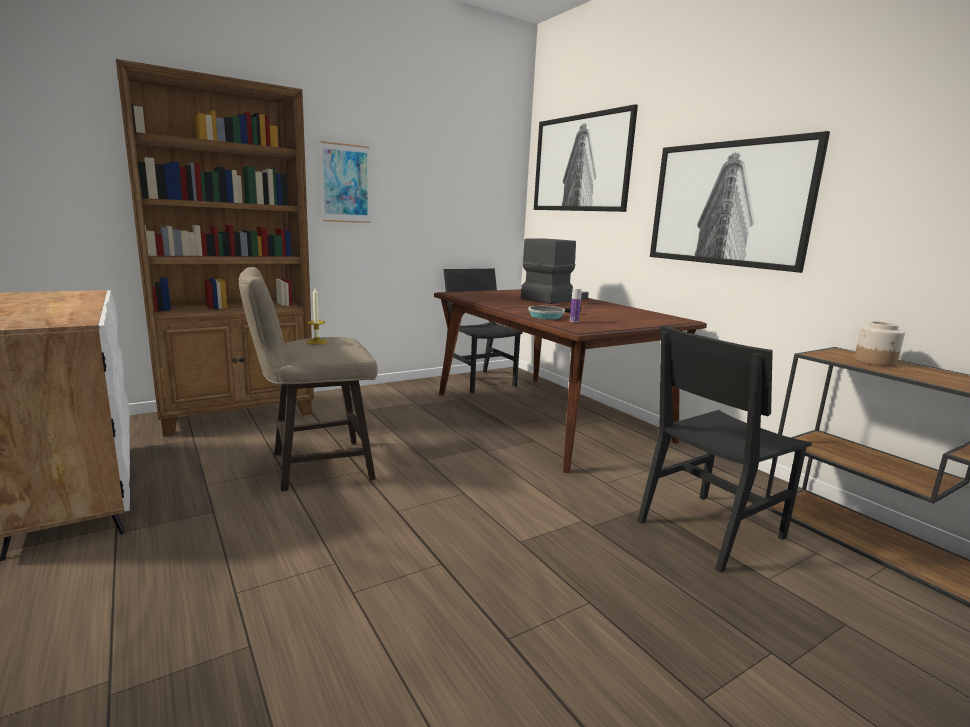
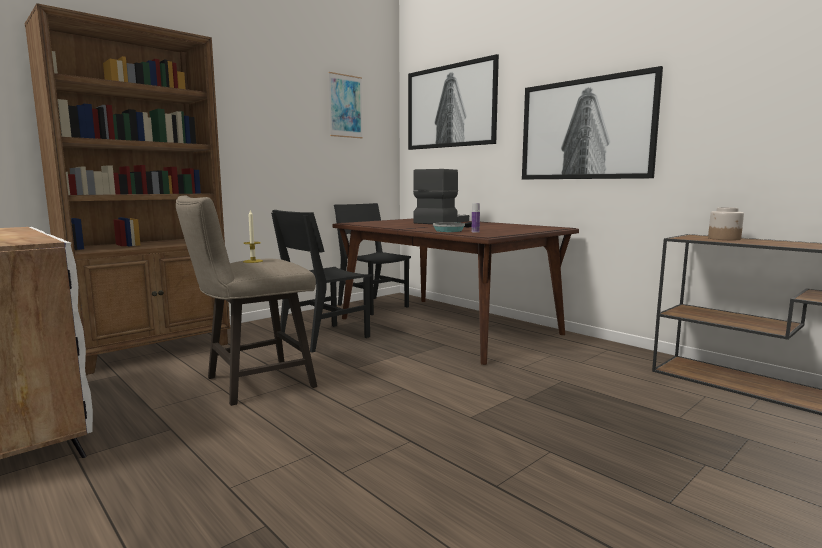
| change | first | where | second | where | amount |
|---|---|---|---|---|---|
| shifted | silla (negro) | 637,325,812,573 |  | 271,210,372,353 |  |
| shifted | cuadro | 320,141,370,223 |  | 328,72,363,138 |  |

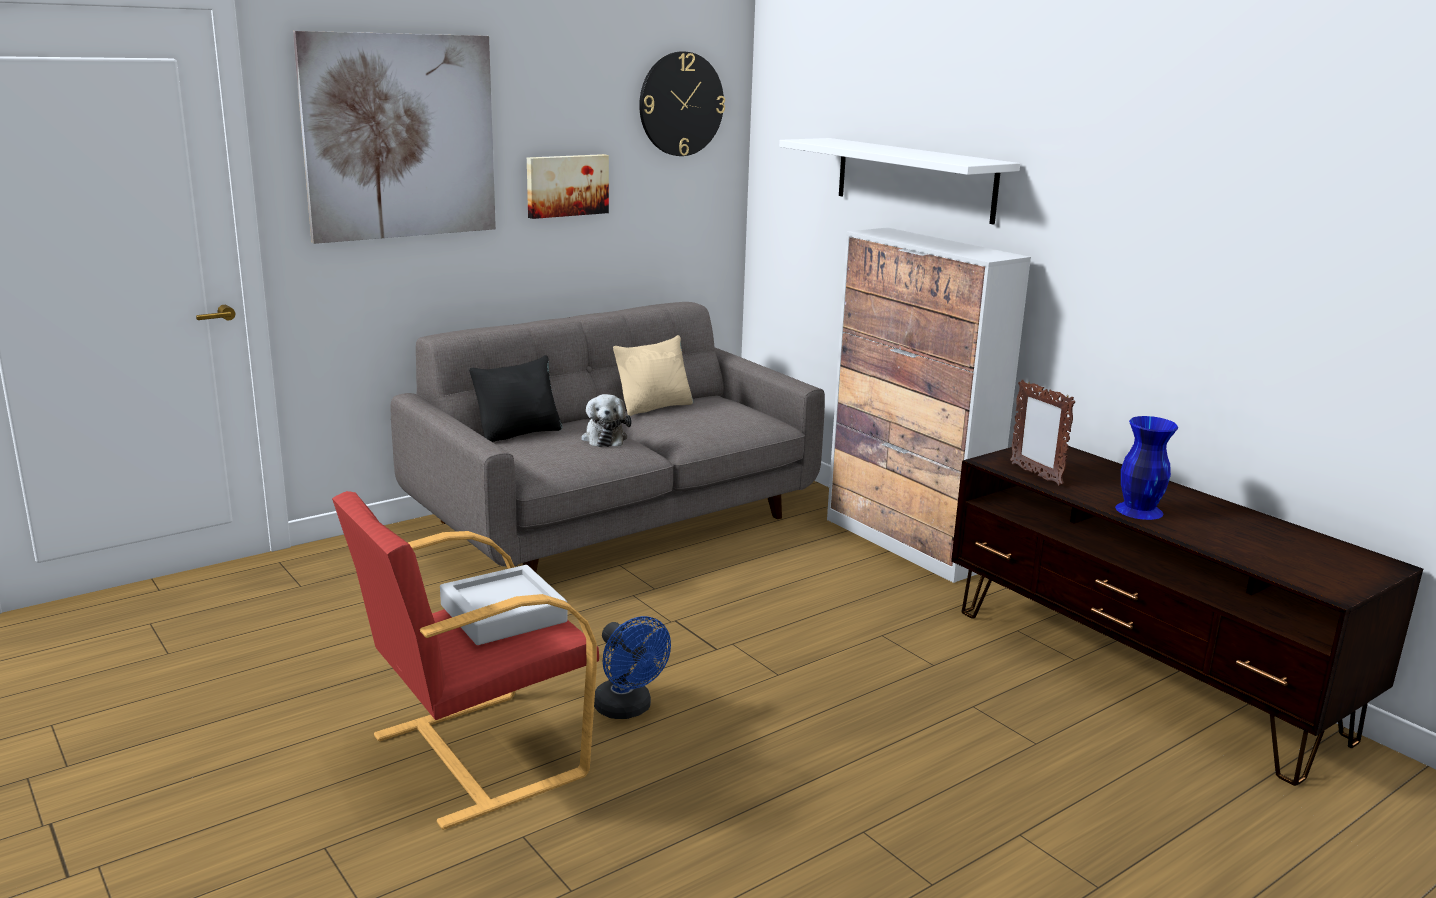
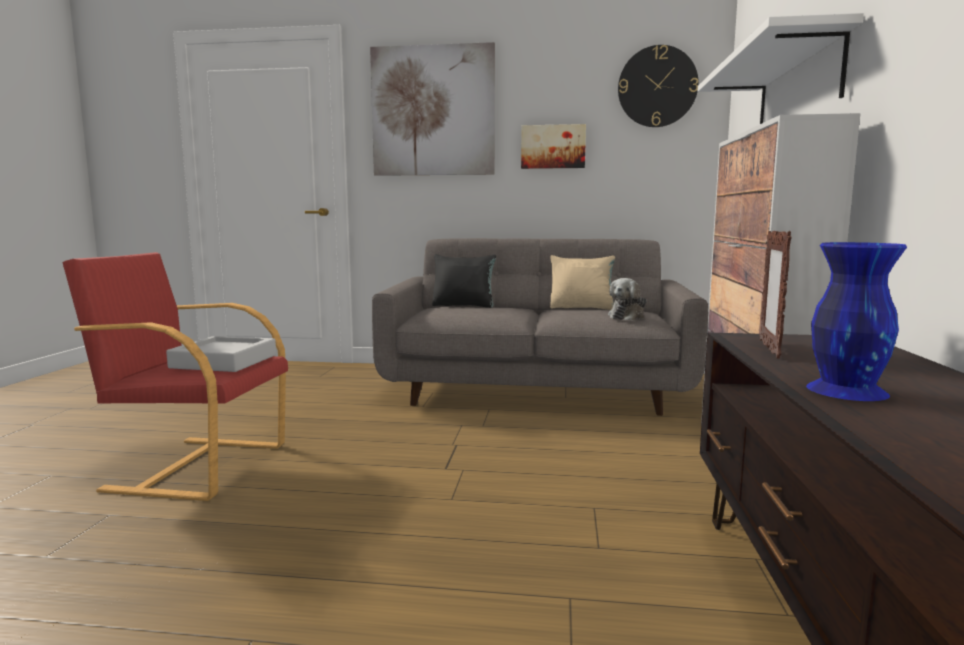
| change | first | where | second | where | amount |
|---|---|---|---|---|---|
| shifted | peluche | 581,394,632,447 |  | 608,278,647,321 |  |
| gone | ventilador (azul) | 594,616,671,719 |  |  |  |

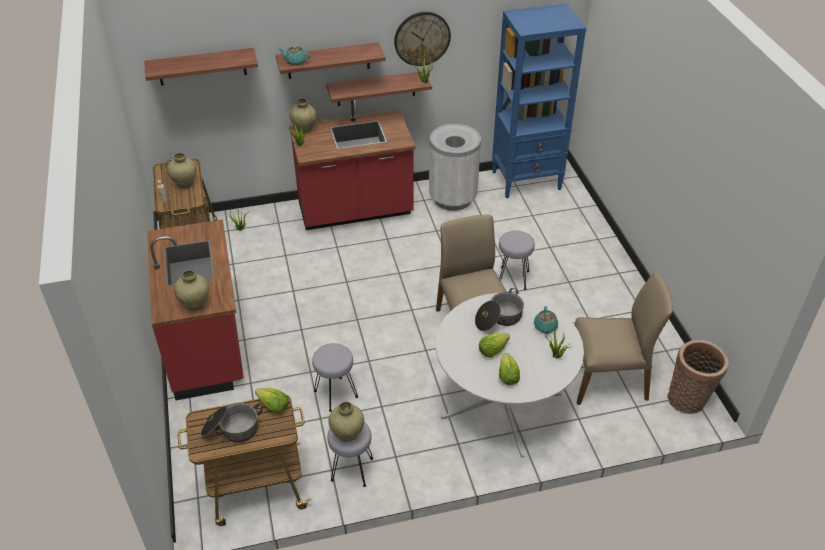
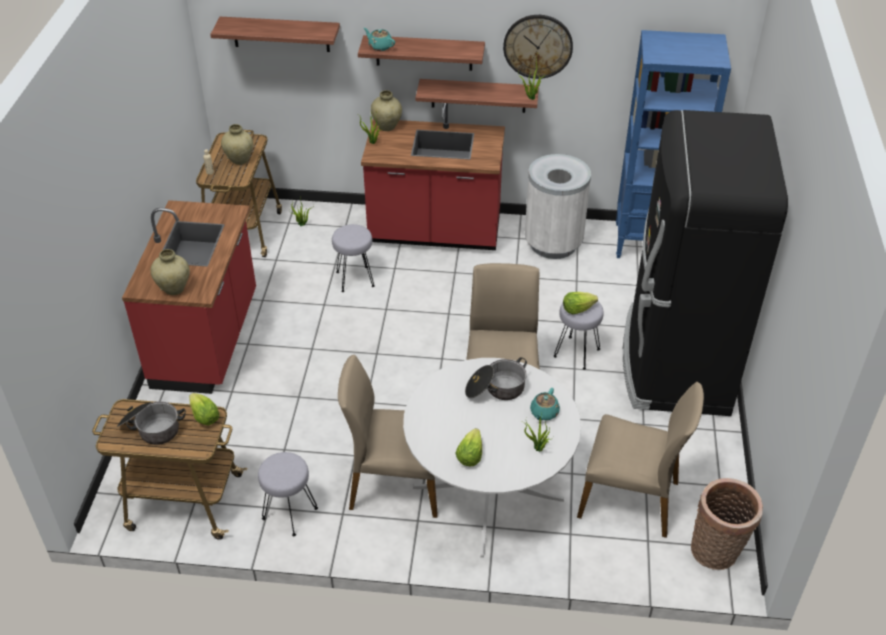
| change | first | where | second | where | amount |
|---|---|---|---|---|---|
| shifted | taburete (gris) | 312,343,358,412 |  | 332,224,374,292 |  |
| new |  |  | silla (beis) | 338,355,438,518 |  |
| shifted | lechuga | 479,333,510,357 |  | 563,292,598,314 |  |
| new |  |  | nevera (negro) | 623,110,788,416 |  |
| gone | florero (beis) | 328,402,364,442 |  |  |  |

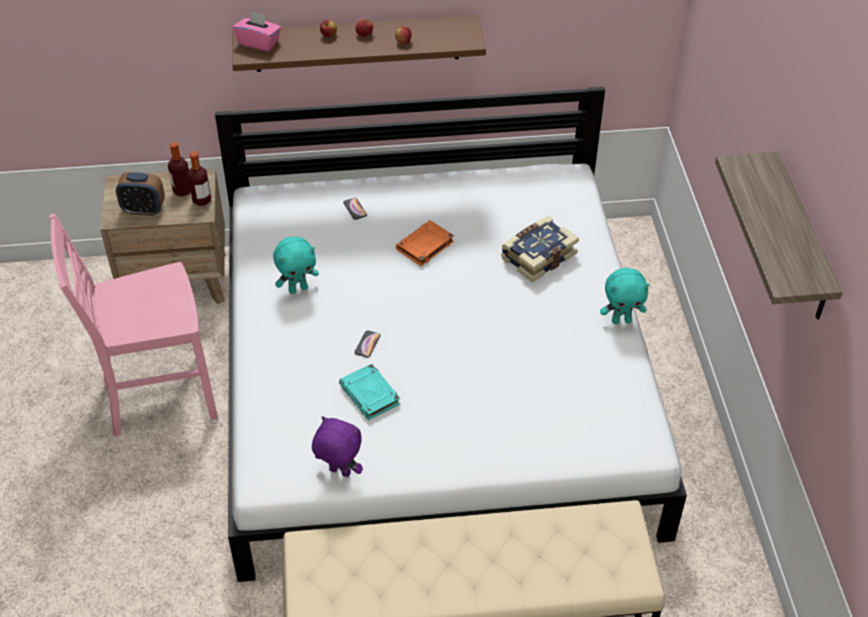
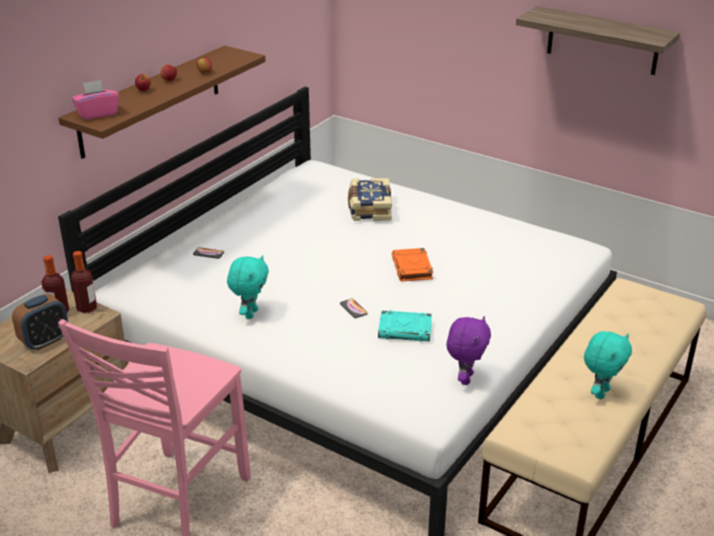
| change | first | where | second | where | amount |
|---|---|---|---|---|---|
| shifted | libro (naranja) | 396,220,454,266 |  | 392,248,433,282 |  |
| rotated | peluche (morado) | 312,416,363,477 |  | 447,316,491,385 | 135 degrees clockwise |
| shifted | peluche (turquesa) | 600,268,650,324 |  | 584,331,632,399 |  |

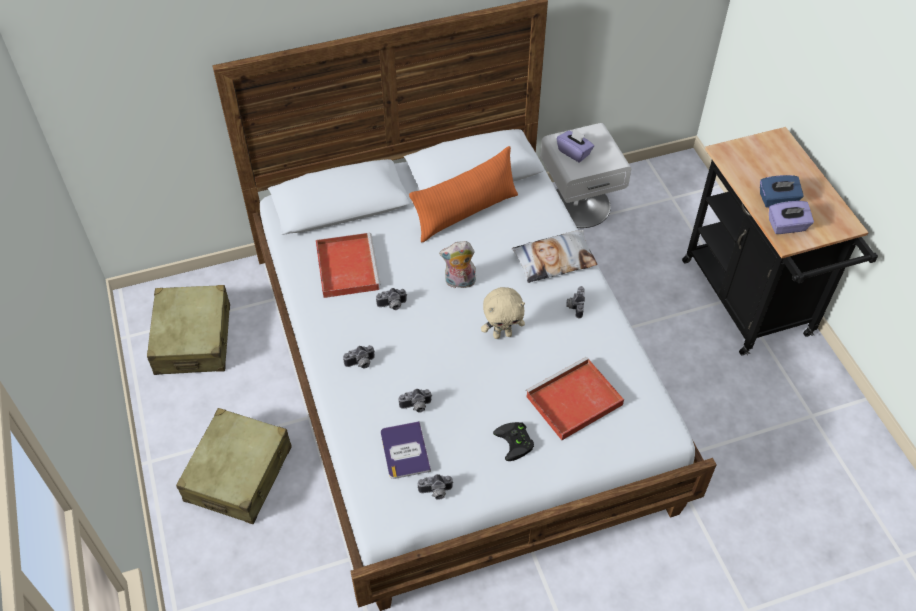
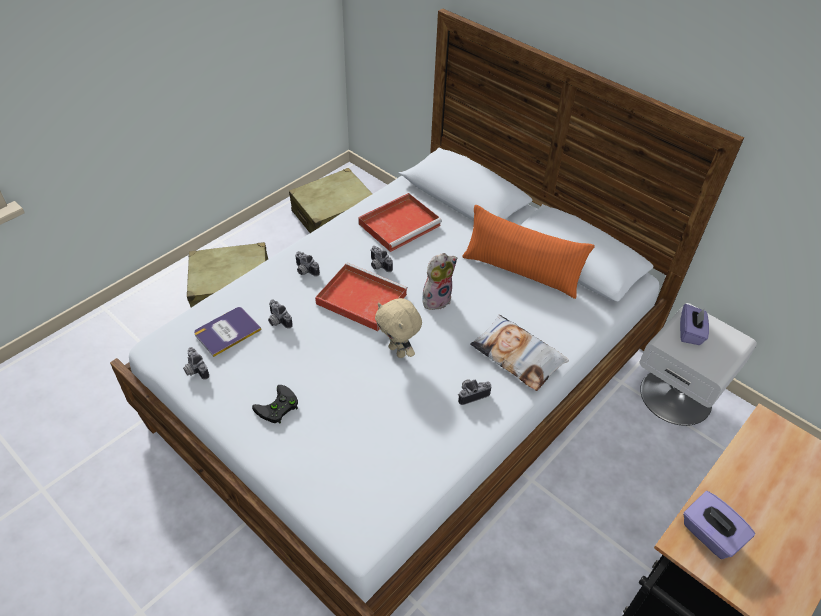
| change | first | where | second | where | amount |
|---|---|---|---|---|---|
| shifted | bandeja (rojo) | 526,357,624,440 |  | 315,262,408,331 |  |
| rotated | peluche | 439,241,477,288 |  | 422,253,457,310 | 90 degrees clockwise |
| gone | caja de pañuelos (azul) | 760,175,804,207 |  |  |  |

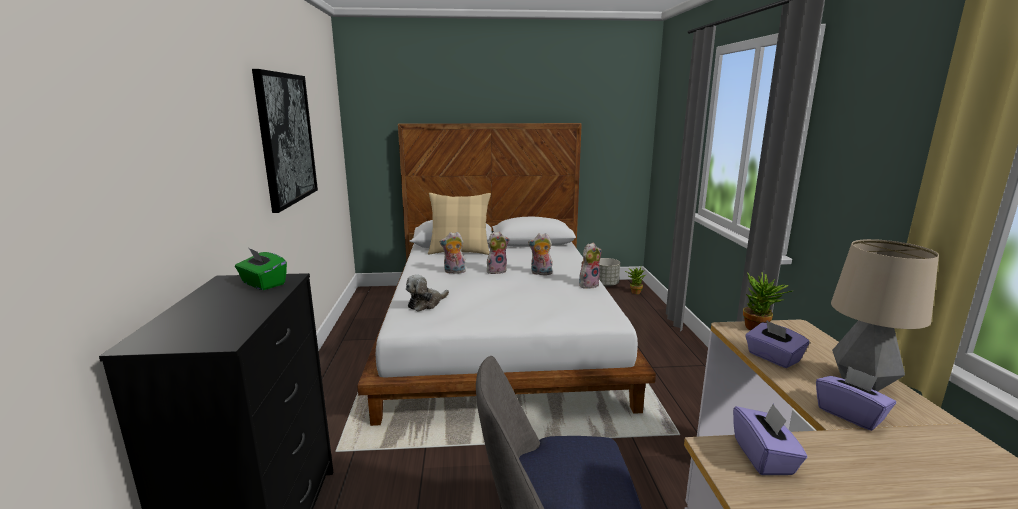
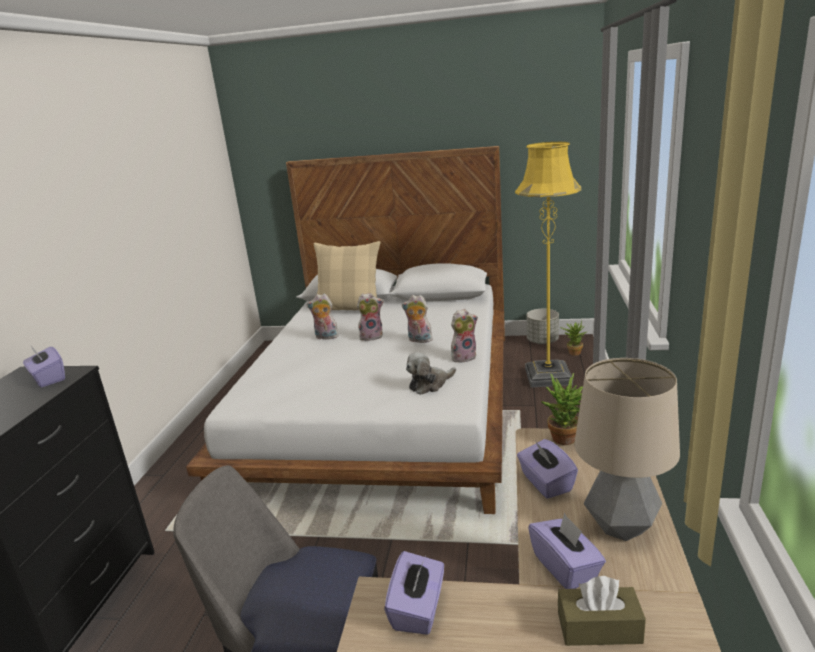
| change | first | where | second | where | amount |
|---|---|---|---|---|---|
| repainted | caja de pañuelos (verde) | 235,248,287,290 | caja de pañuelos (morado) | 23,346,65,387 |  |
| shifted | peluche | 406,274,449,312 |  | 406,352,456,395 |  |
| new |  |  | lámpara de pie (amarillo) | 515,142,582,387 |  |
| new |  |  | caja de pañuelos (marrón) | 558,576,646,646 |  |
| gone | cuadro | 252,69,318,213 |  |  |  |

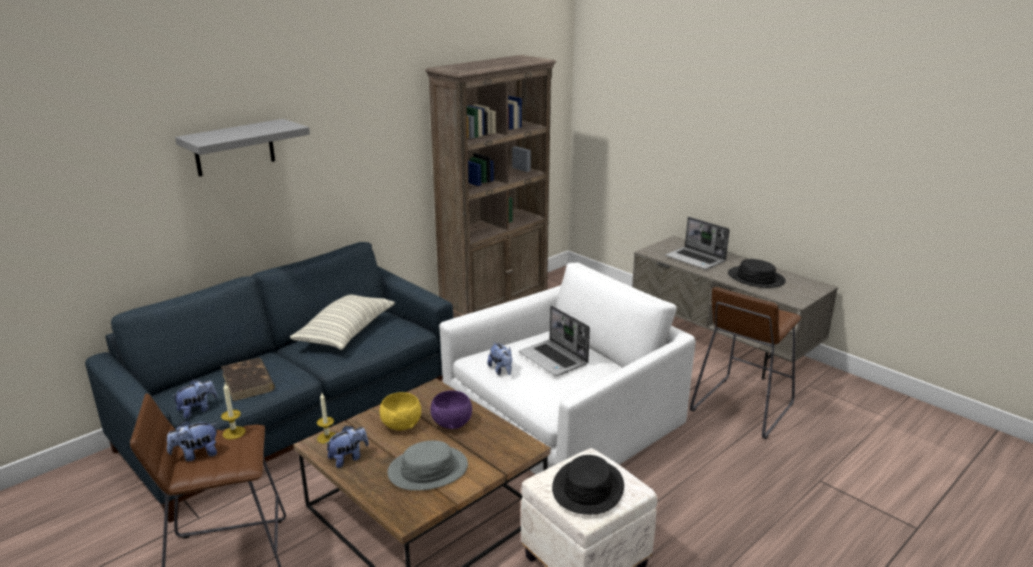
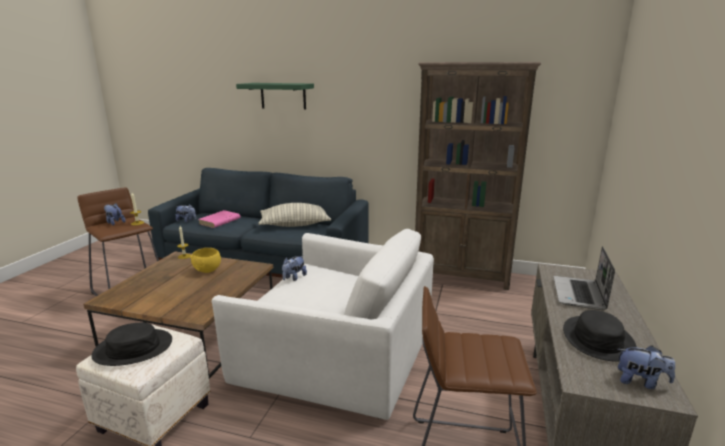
| change | first | where | second | where | amount |
|---|---|---|---|---|---|
| repainted | libro (marrón) | 221,358,275,401 | libro (rosa) | 199,210,240,228 |  |
| repainted | estante (gris) | 175,119,310,177 | estante (verde) | 236,83,314,110 |  |
| shifted | peluche | 325,426,369,468 |  | 618,345,675,389 |  |
| gone | sombrero (gris) | 387,440,468,491 |  |  |  |
| gone | cuenco (morado) | 430,391,472,429 |  |  |  |
| gone | portátil | 519,305,590,376 |  |  |  |

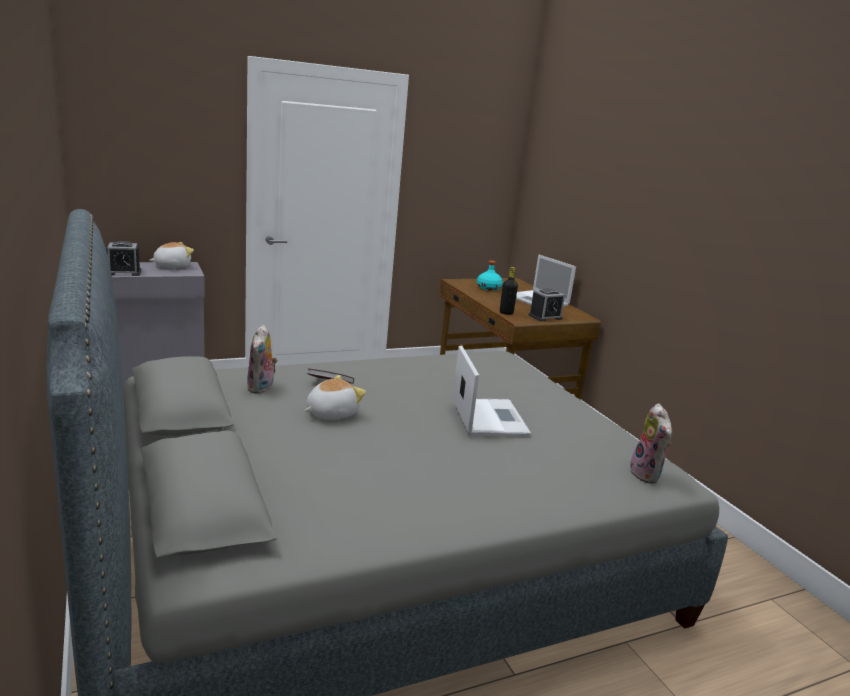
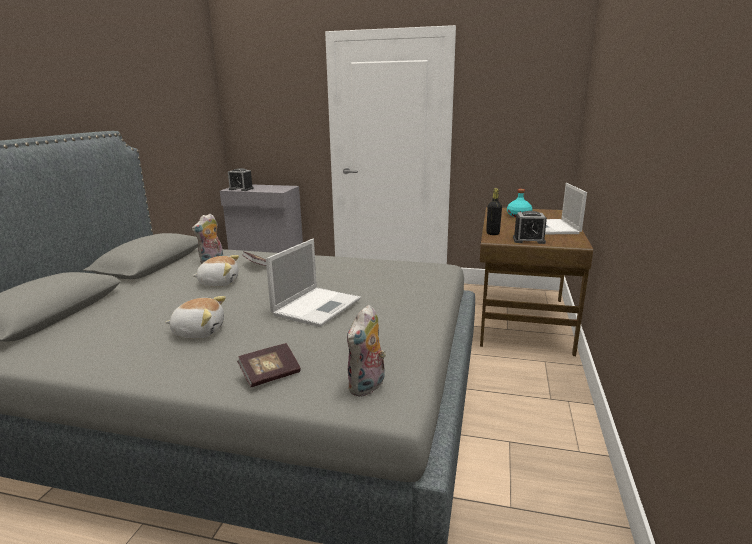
| change | first | where | second | where | amount |
|---|---|---|---|---|---|
| shifted | peluche | 149,242,194,268 |  | 165,296,226,339 |  |
| new |  |  | libro | 237,343,301,387 |  |

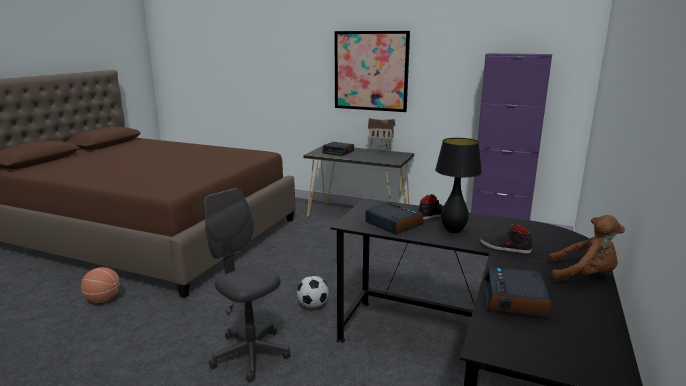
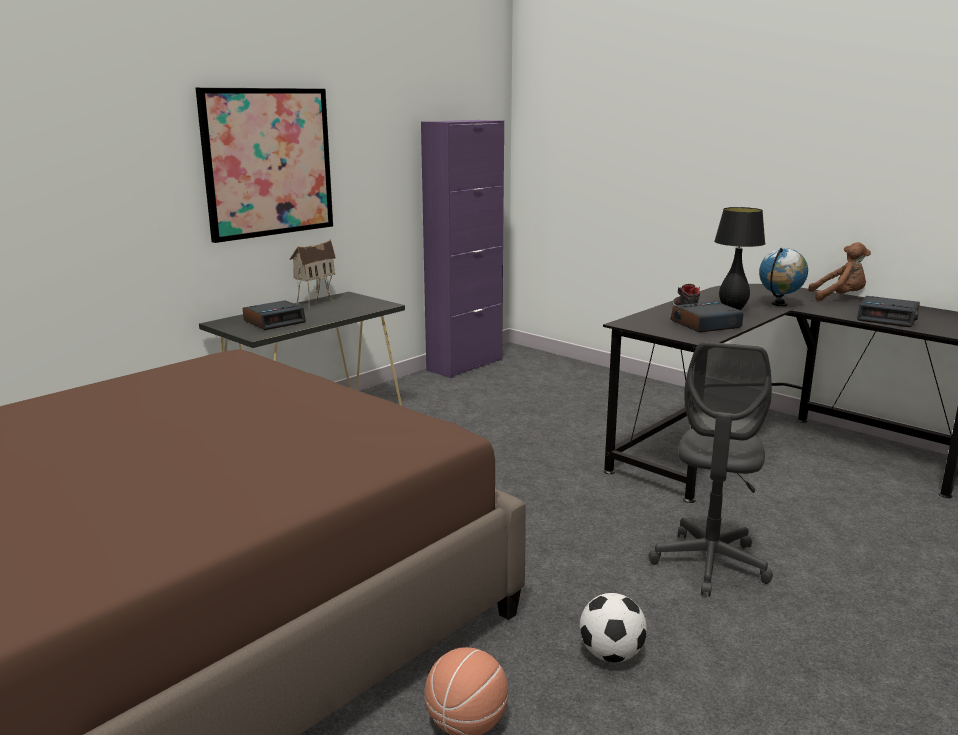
| change | first | where | second | where | amount |
|---|---|---|---|---|---|
| shifted | balón de fútbol | 297,276,329,308 |  | 580,593,647,663 |  |
| rotated | silla de oficina (gris) | 204,188,291,382 |  | 648,342,773,596 | 45 degrees counterclockwise |
| swapped | zapato (negro) | 480,223,532,254 | globo terráqueo | 759,248,808,306 |  |
| rotated | peluche (marrón) | 549,215,625,282 |  | 808,242,871,302 | 60 degrees clockwise |

